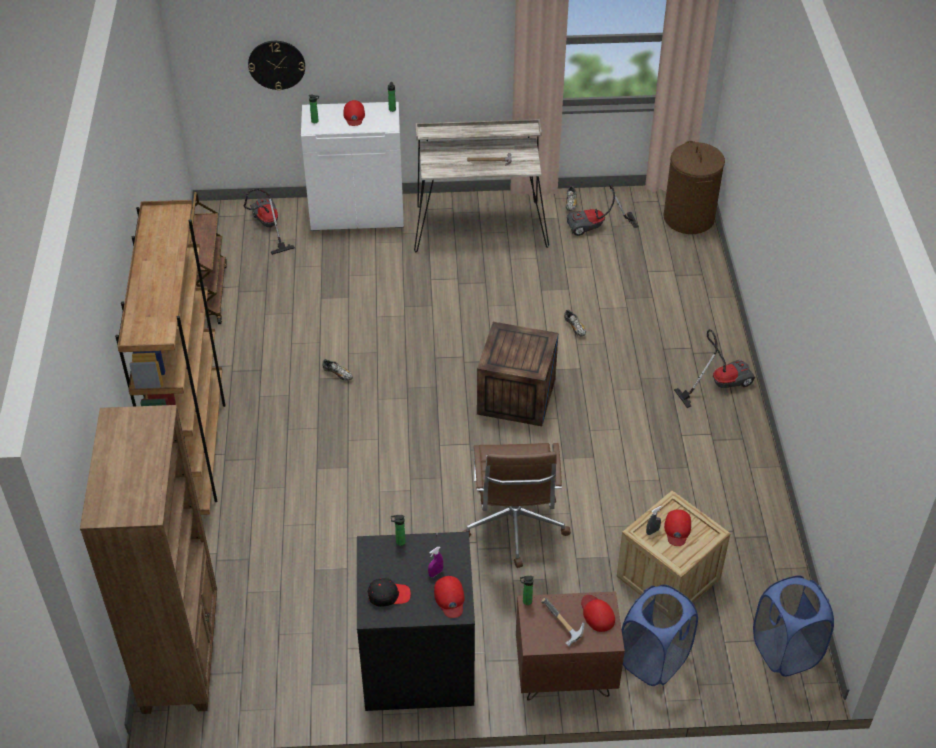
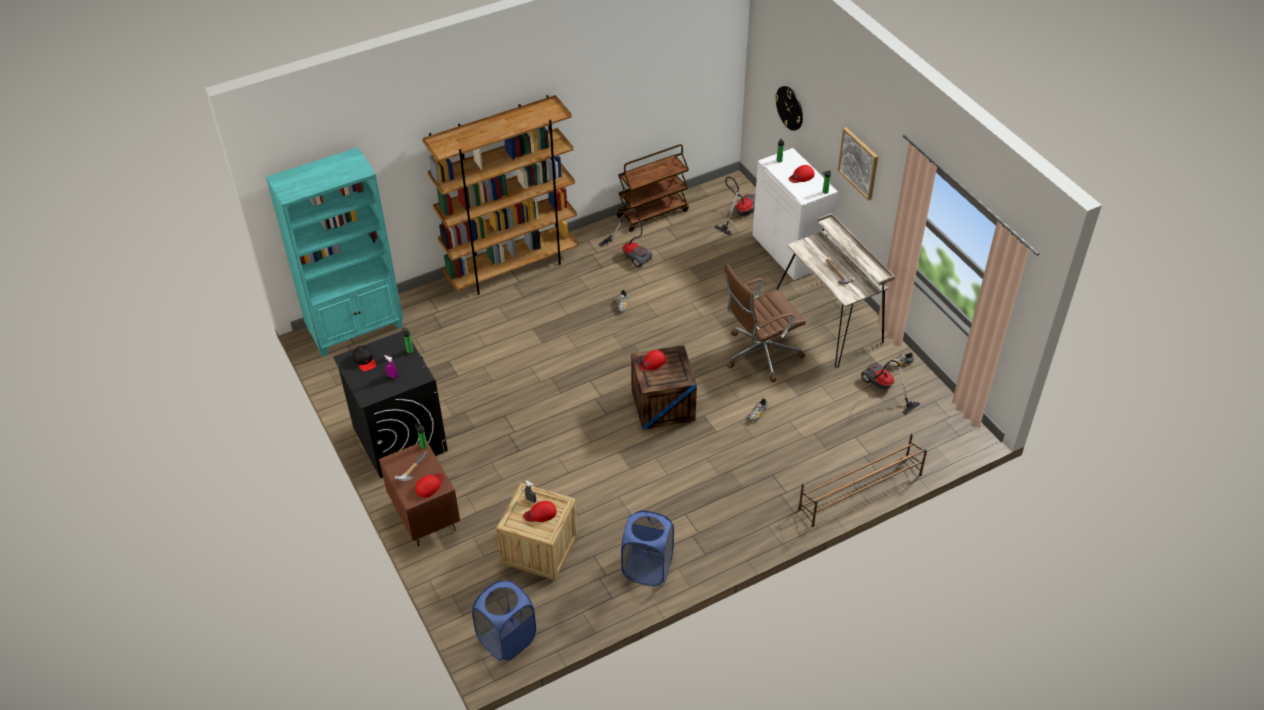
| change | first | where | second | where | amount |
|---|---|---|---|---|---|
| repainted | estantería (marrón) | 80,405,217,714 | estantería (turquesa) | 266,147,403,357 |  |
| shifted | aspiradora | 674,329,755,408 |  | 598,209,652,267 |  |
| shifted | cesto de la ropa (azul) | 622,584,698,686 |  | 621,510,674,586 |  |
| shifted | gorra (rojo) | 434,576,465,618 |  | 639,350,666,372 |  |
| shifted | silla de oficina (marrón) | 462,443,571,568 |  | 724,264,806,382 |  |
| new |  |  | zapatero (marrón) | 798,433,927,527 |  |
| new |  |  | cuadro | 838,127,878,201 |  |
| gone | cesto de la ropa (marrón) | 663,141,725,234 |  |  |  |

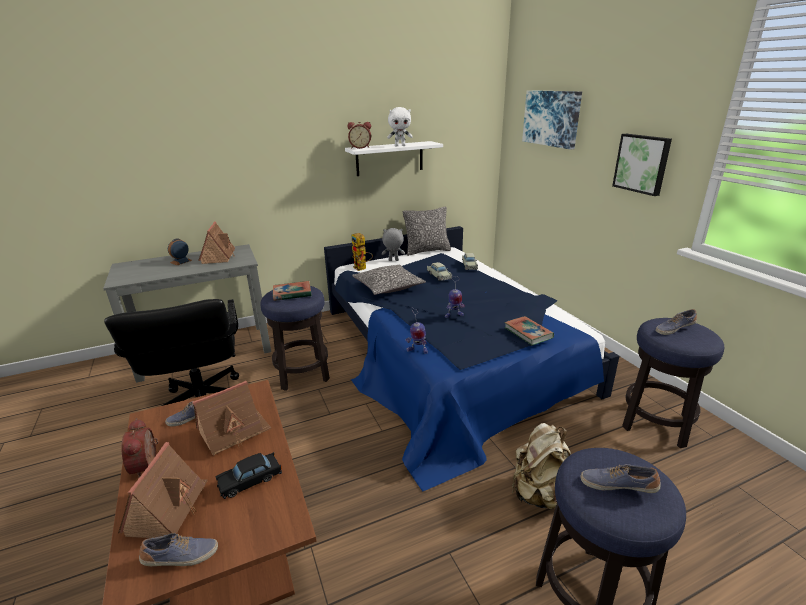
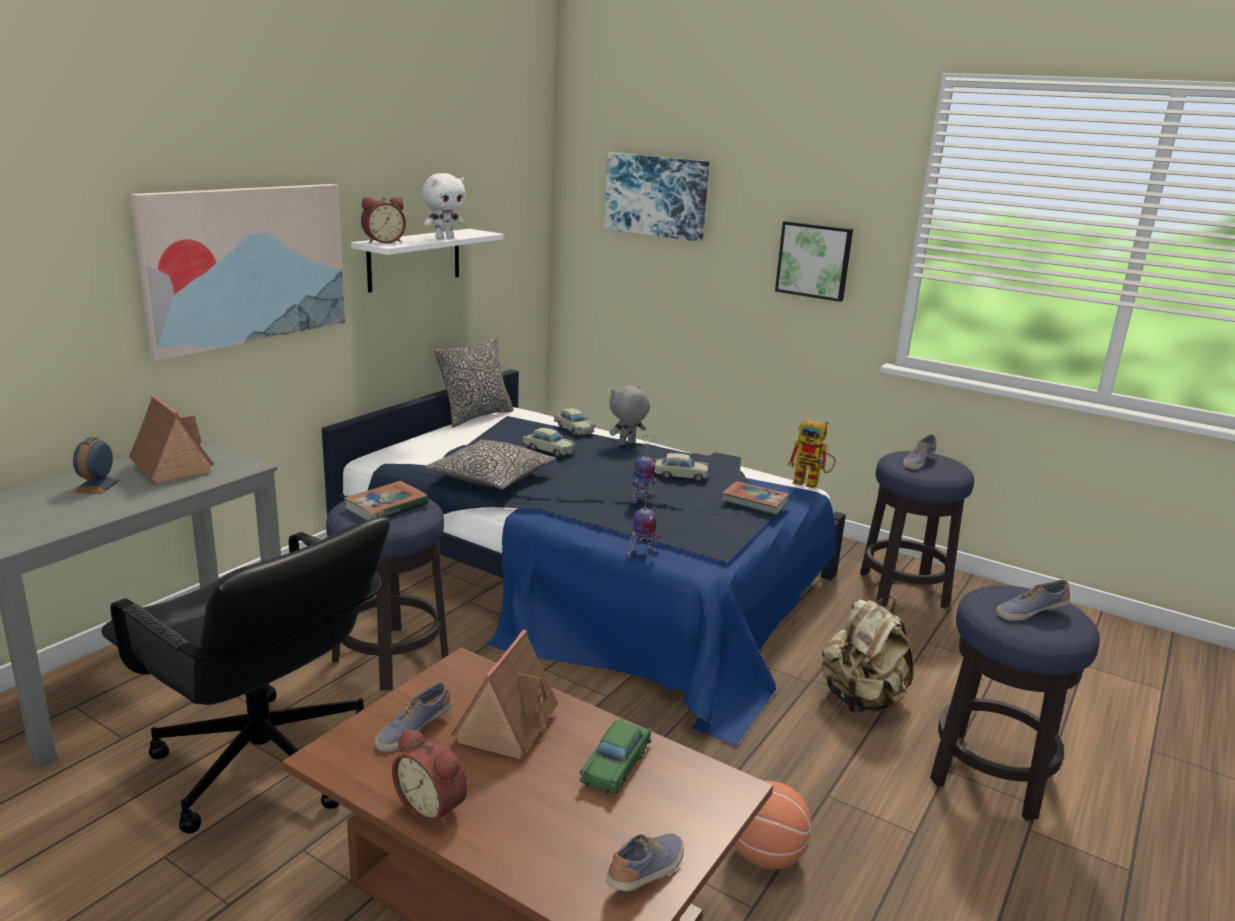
| change | first | where | second | where | amount |
|---|---|---|---|---|---|
| new |  |  | cuadro | 130,184,345,361 |  |
| repainted | coche de juguete (negro) | 215,452,282,499 | coche de juguete (verde) | 580,718,651,794 |  |
| shifted | peluche (gris) | 382,228,405,261 |  | 609,386,650,445 |  |
| new |  |  | coche de juguete (beis) | 654,453,709,481 |  |
| new |  |  | balón de baloncesto | 734,781,811,869 |  |
| shifted | robot de juguete | 351,233,373,271 |  | 787,419,836,489 |  |
| gone | casita | 118,442,208,538 |  |  |  |

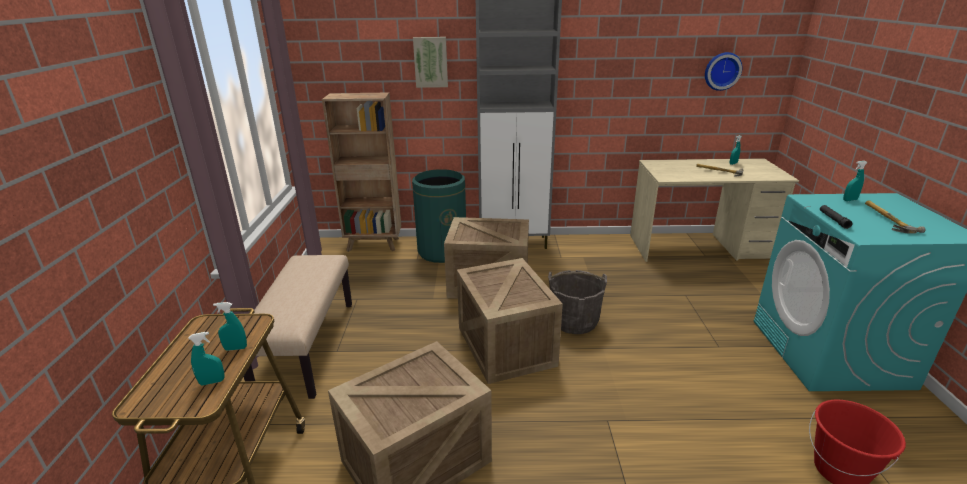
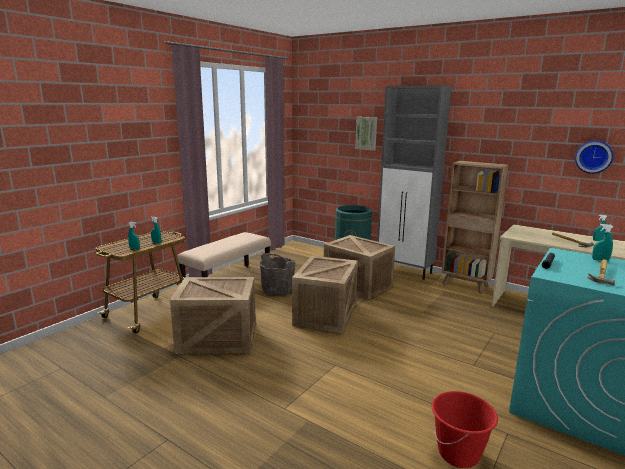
| change | first | where | second | where | amount |
|---|---|---|---|---|---|
| shifted | cubo (gris) | 548,270,607,334 |  | 259,253,295,296 |  |
| shifted | estantería (marrón) | 322,93,401,252 |  | 442,161,508,294 |  |

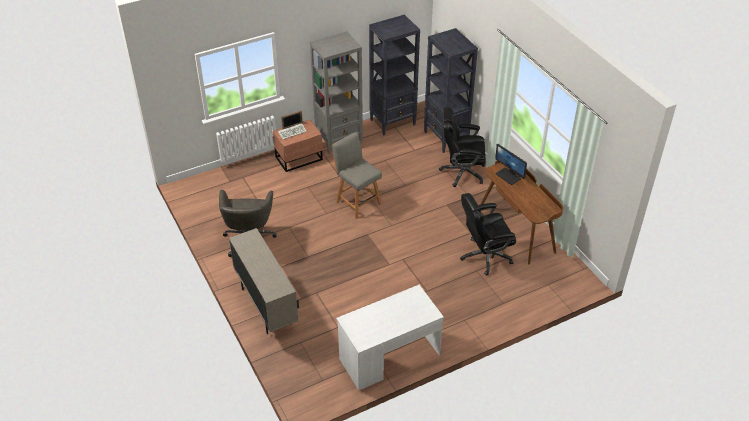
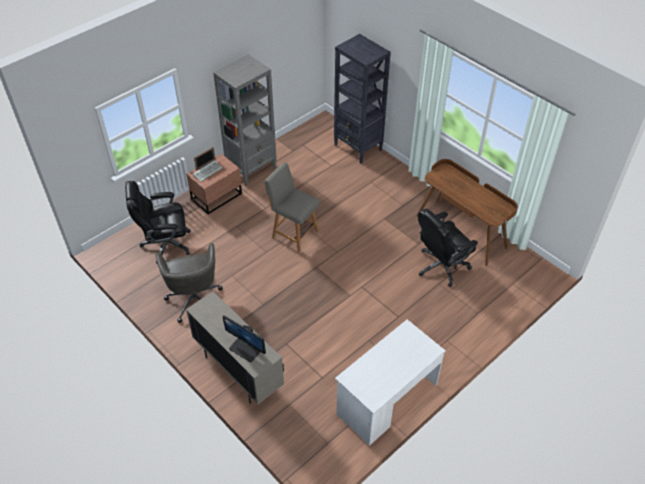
| change | first | where | second | where | amount |
|---|---|---|---|---|---|
| shifted | silla de oficina (negro) | 439,107,486,187 |  | 125,181,191,265 |  |
| shifted | monitor | 495,144,527,185 |  | 222,315,266,362 |  |
| gone | estantería (negro) | 369,15,420,135 |  |  |  |

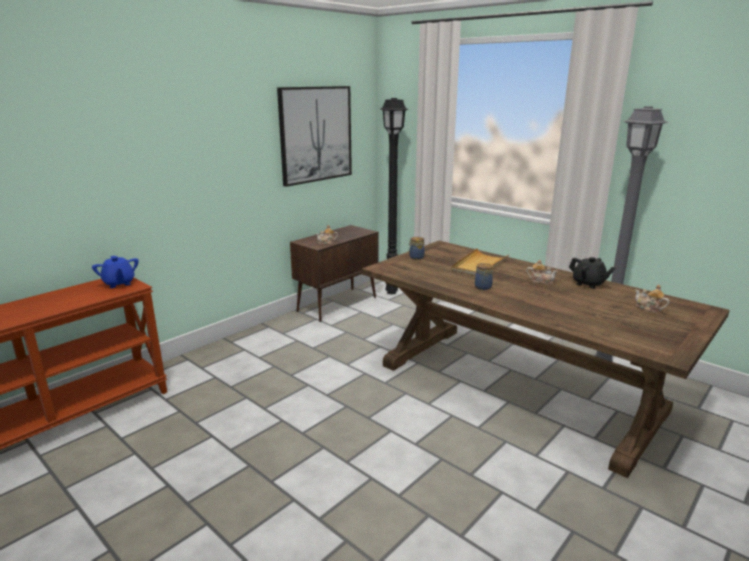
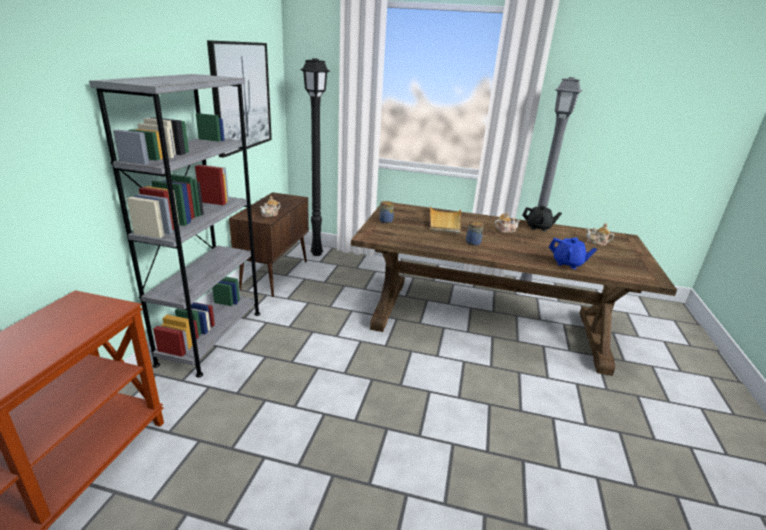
| change | first | where | second | where | amount |
|---|---|---|---|---|---|
| new |  |  | estantería (gris) | 89,74,260,378 |  |
| shifted | tetera (azul) | 92,256,139,288 |  | 549,237,597,269 |  |

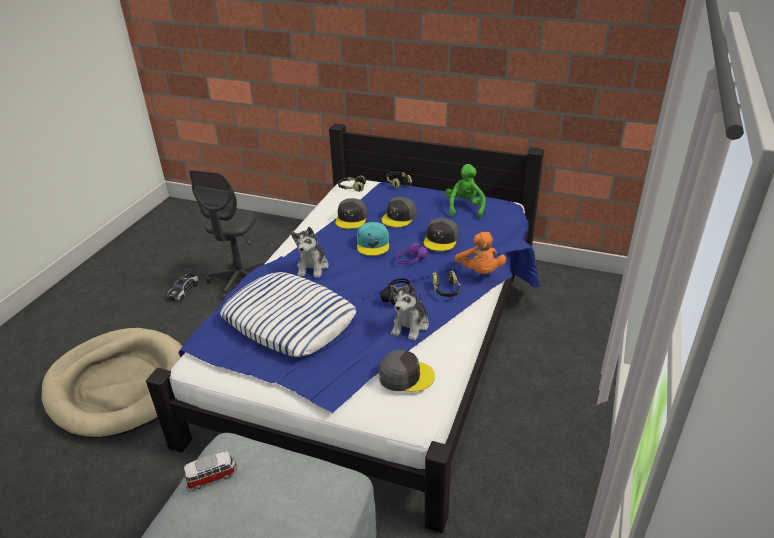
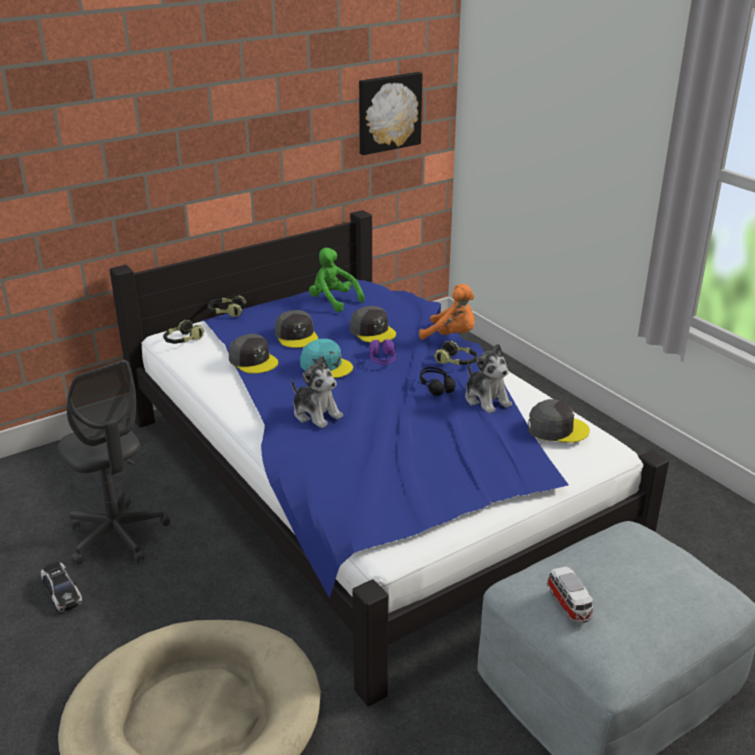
| change | first | where | second | where | amount |
|---|---|---|---|---|---|
| new |  |  | cuadro | 359,72,423,155 |  |
| rotated | gorra (gris) | 379,350,435,392 |  | 528,399,590,443 | 60 degrees clockwise |
| rotated | coche de juguete | 184,452,237,491 |  | 546,566,594,623 | 150 degrees clockwise |
| gone | cojín | 220,272,356,357 |  |  |  |

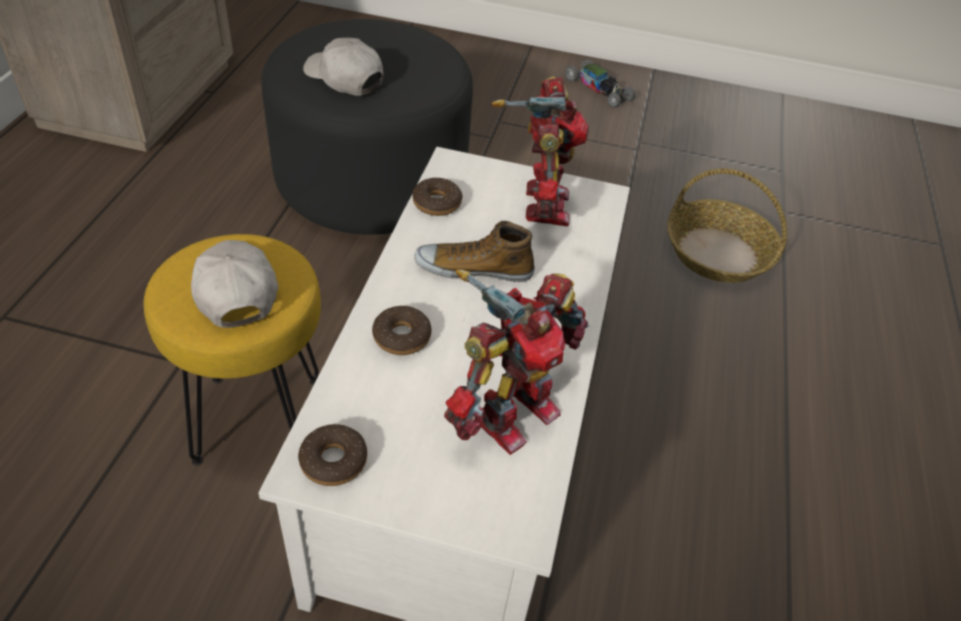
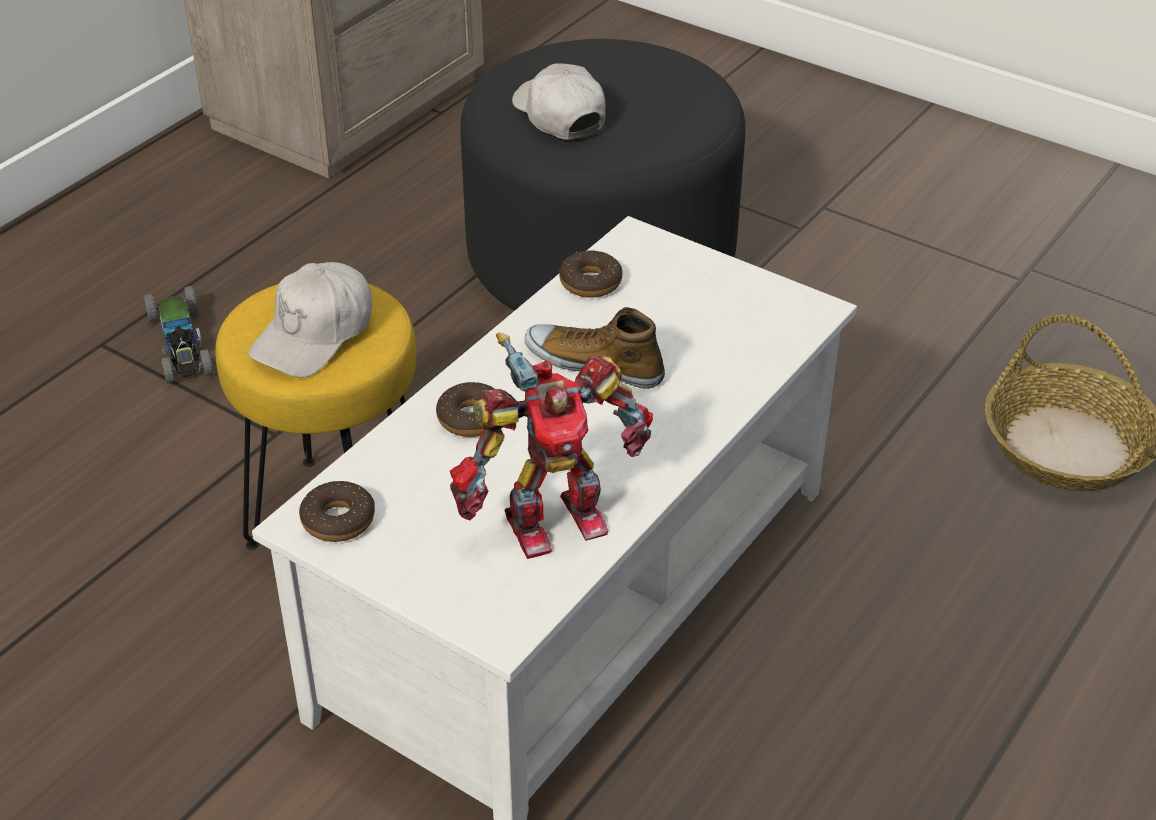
| change | first | where | second | where | amount |
|---|---|---|---|---|---|
| shifted | coche de juguete | 565,59,635,108 |  | 143,286,213,384 |  |
| rotated | gorra (blanco) | 191,240,278,328 |  | 248,262,372,377 | 150 degrees counterclockwise |
| gone | robot de juguete | 492,76,588,226 |  |  |  |

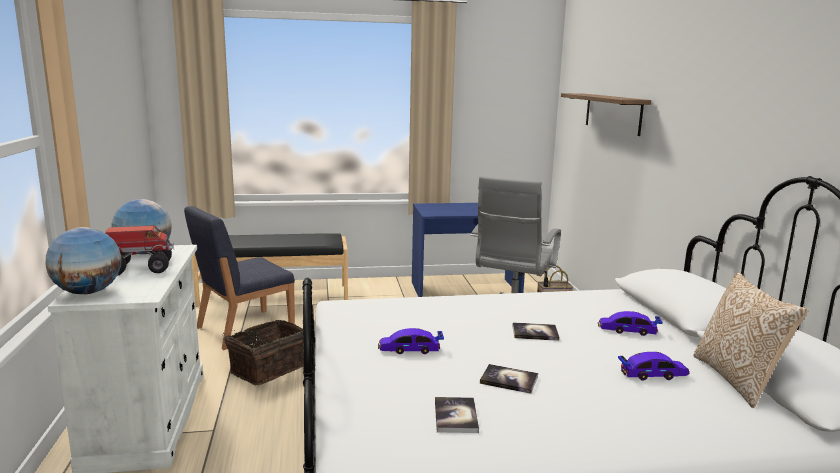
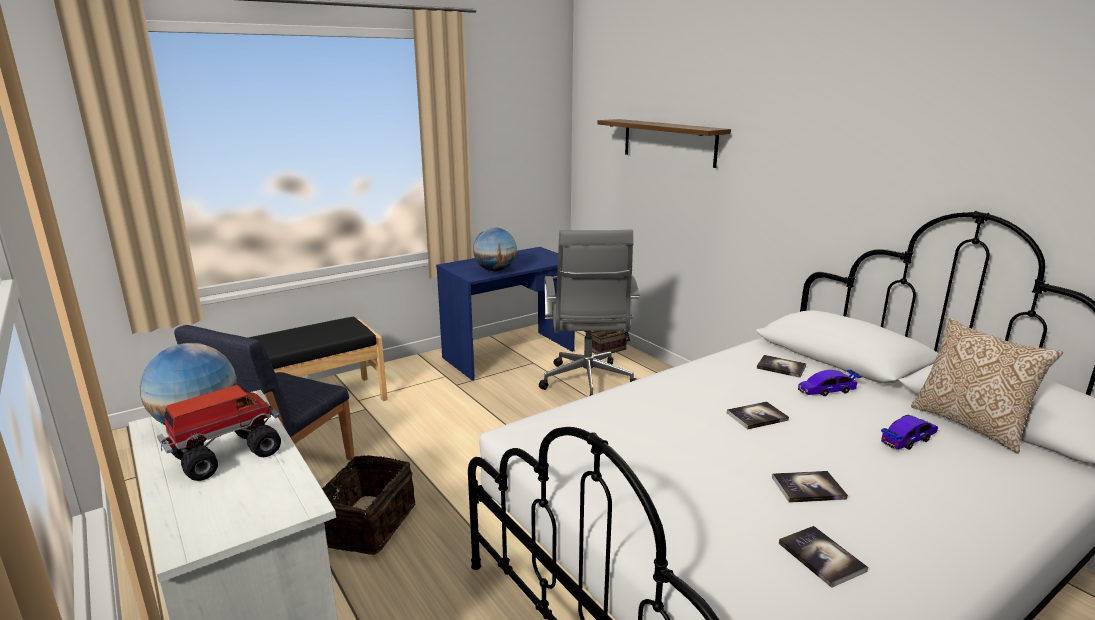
| change | first | where | second | where | amount |
|---|---|---|---|---|---|
| shifted | globo terráqueo | 46,227,121,294 |  | 473,227,517,272 |  |
| new |  |  | libro | 757,355,806,378 |  |
| gone | coche de juguete | 378,328,444,354 |  |  |  |

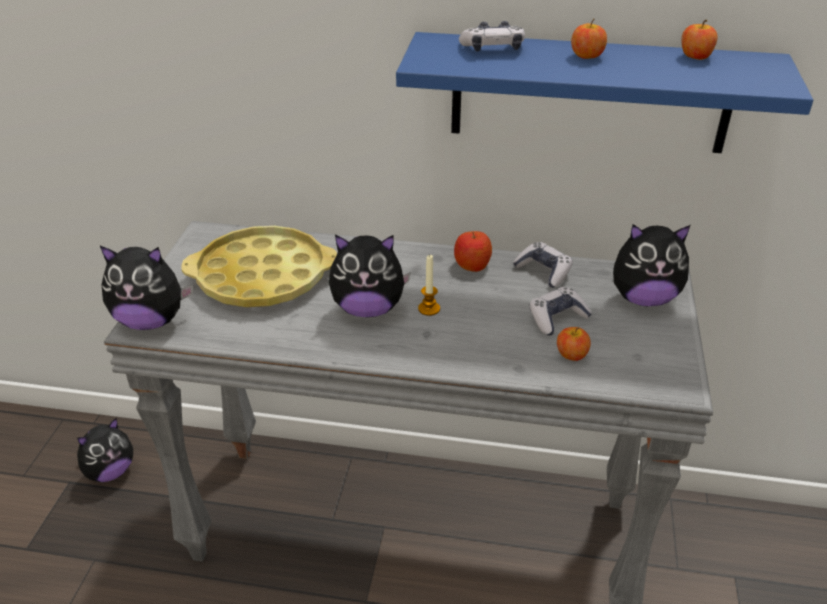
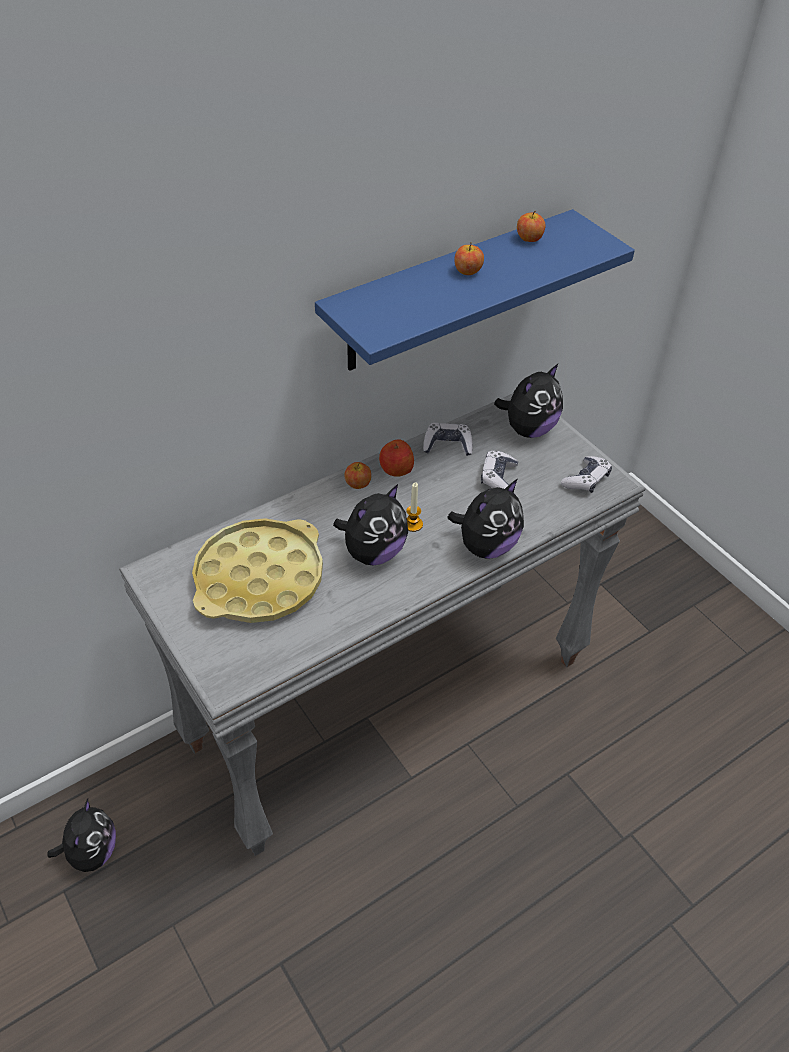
| change | first | where | second | where | amount |
|---|---|---|---|---|---|
| shifted | manzana | 557,327,591,361 |  | 344,462,371,489 |  |
| shifted | peluche | 100,246,193,330 |  | 448,479,524,559 |  |
| shifted | mando de consola | 459,21,525,52 |  | 561,456,612,493 |  |

